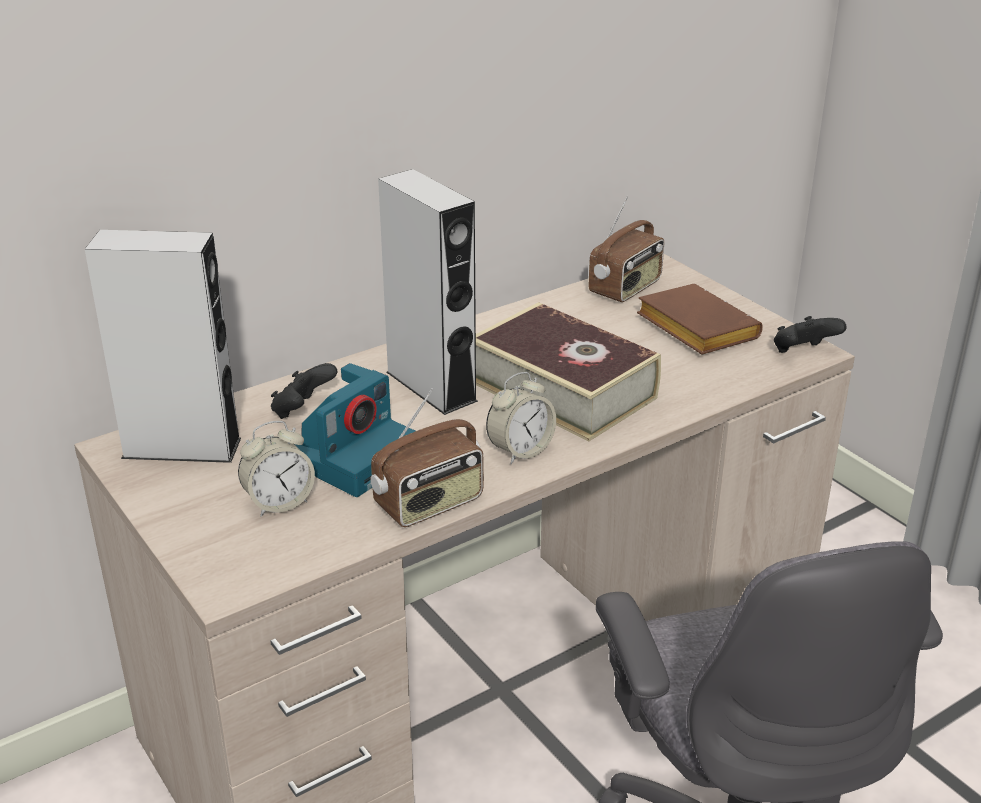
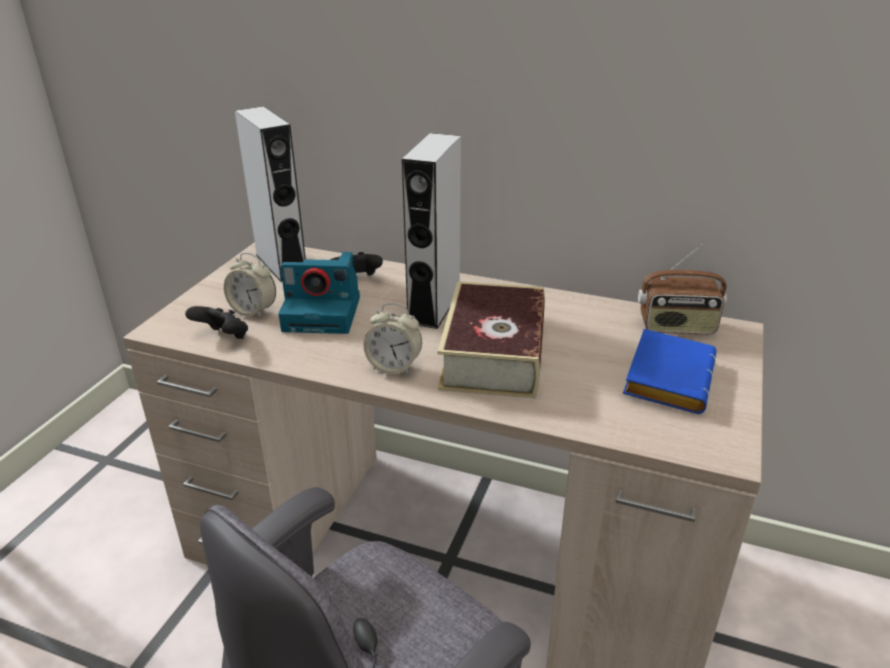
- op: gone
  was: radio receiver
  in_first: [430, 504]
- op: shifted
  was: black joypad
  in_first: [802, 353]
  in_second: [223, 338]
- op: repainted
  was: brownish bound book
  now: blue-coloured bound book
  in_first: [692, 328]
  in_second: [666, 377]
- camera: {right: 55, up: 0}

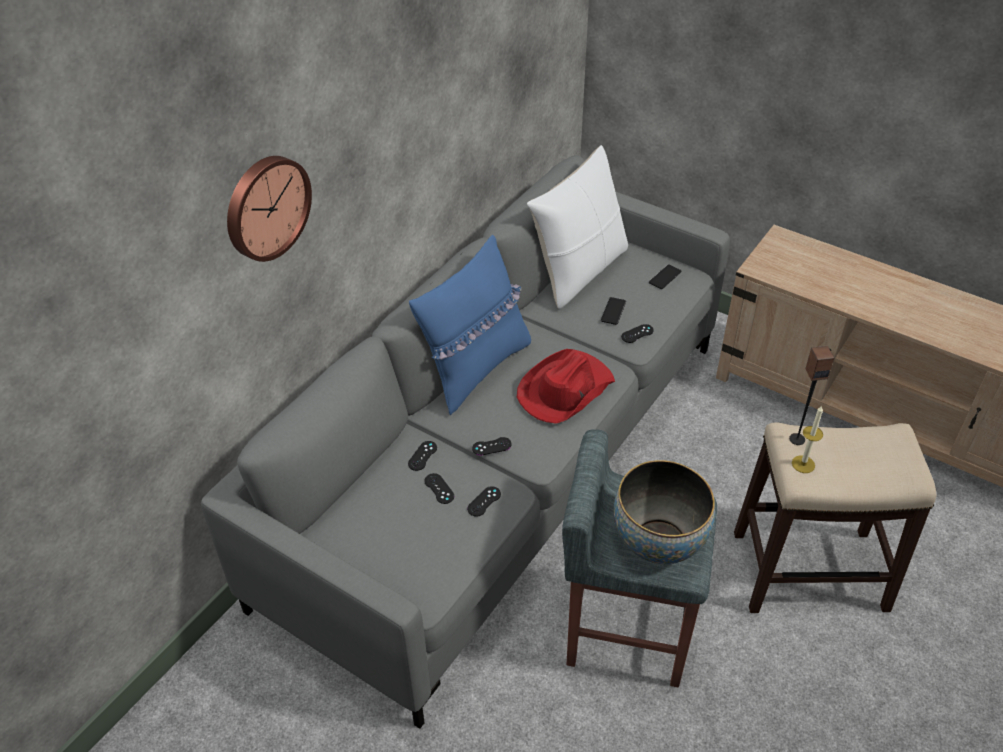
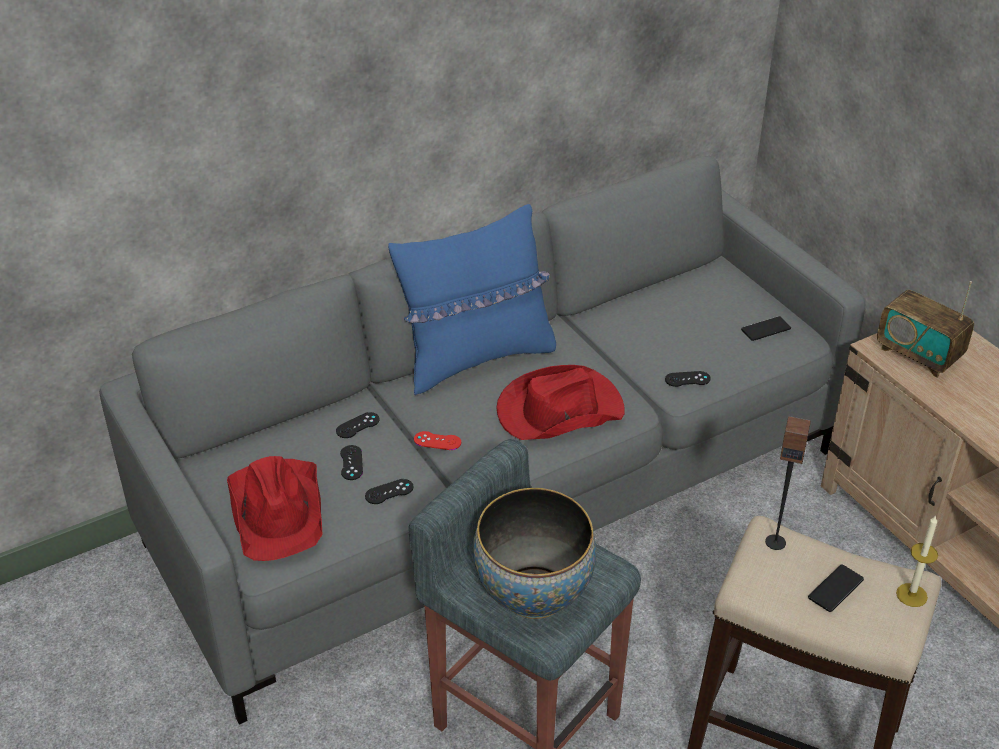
- op: gone
  was: wall clock
  in_first: [265, 207]
- op: gone
  was: white-coloured throw pillow
  in_first: [579, 271]
- op: new
  now: reddish wearable hat
  in_second: [278, 509]
- op: new
  now: radio receiver
  in_second: [918, 355]
- op: shifted
  was: telephone
  in_first: [613, 311]
  in_second: [835, 589]
- op: shifted
  was: wax light
  in_first: [803, 464]
  in_second: [911, 595]
- op: repainted
  was: black joypad
  now: reddish joypad
  in_first: [491, 446]
  in_second: [437, 441]
- camera: {right: 25, up: -5}

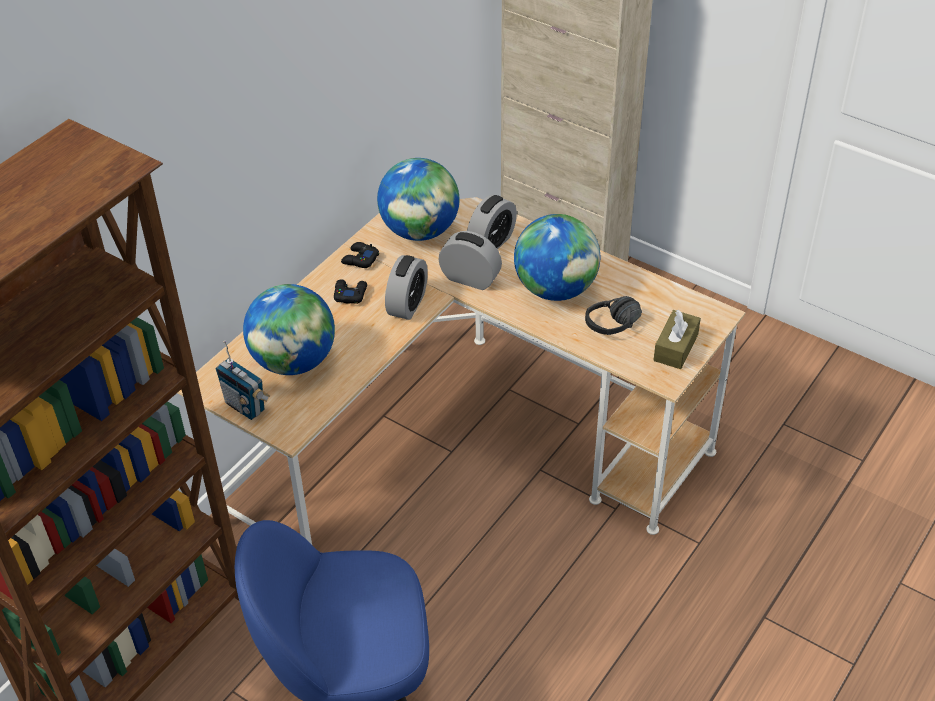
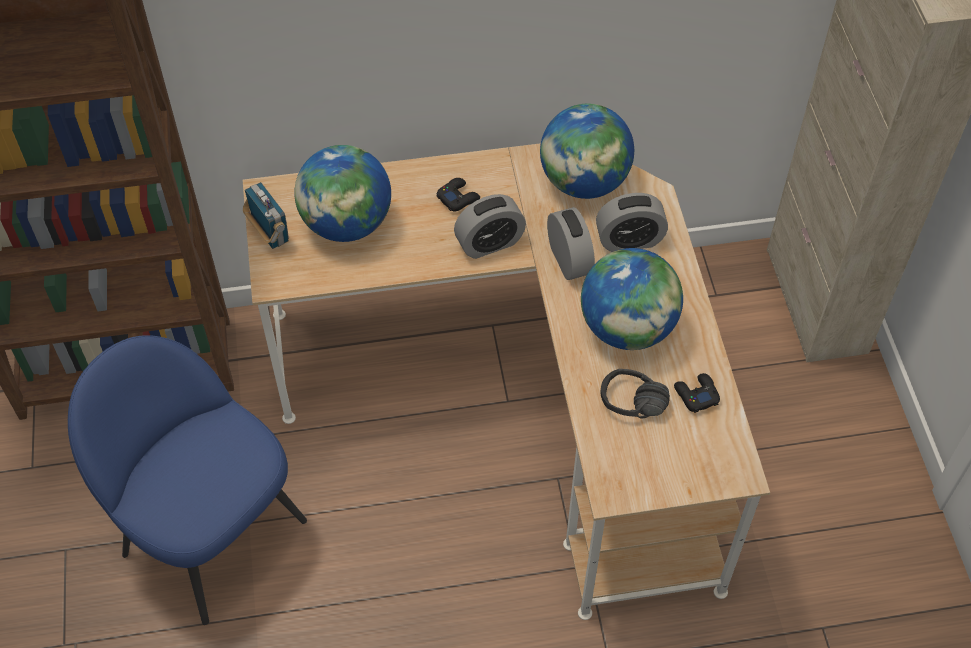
- op: gone
  was: brownish tissue holder
  in_first: [675, 347]
- op: shifted
  was: black joypad
  in_first: [360, 259]
  in_second: [696, 395]
- op: rotated
  was: radio receiver
  in_first: [245, 406]
  in_second: [270, 234]
  clockwise: 150
- camera: {right: 45, up: 10}

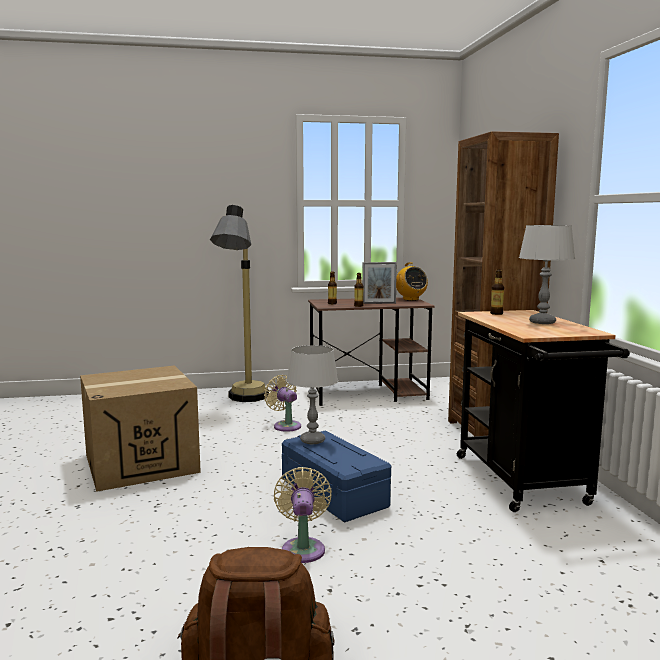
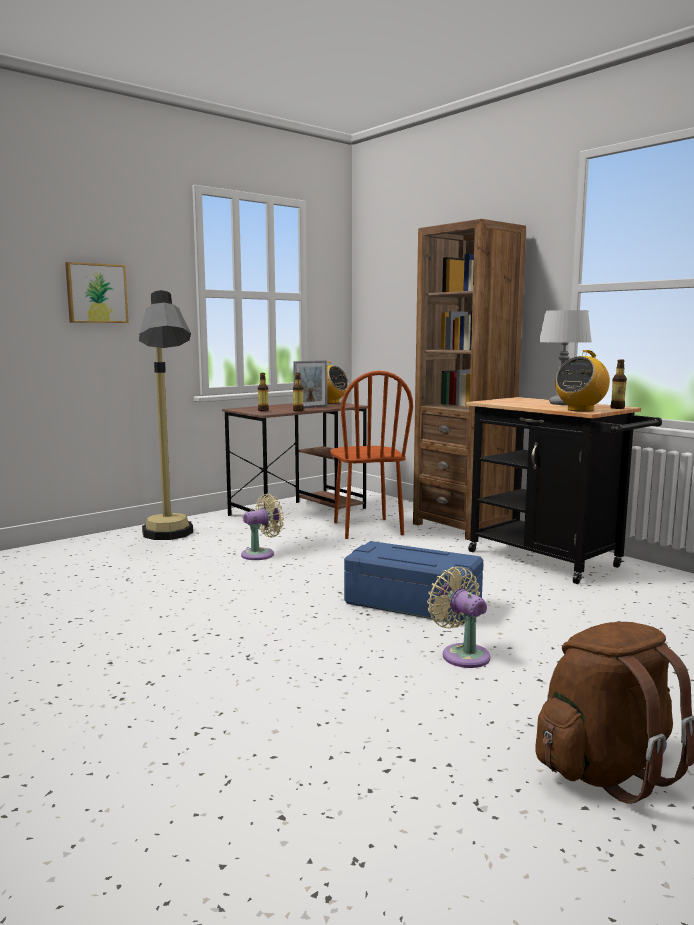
- op: gone
  was: packing box
  in_first: [141, 463]
- op: gone
  was: gray tabletop lamp
  in_first: [312, 440]
- op: new
  now: wall picture
  in_second: [96, 293]
- op: new
  now: brownish chair
  in_second: [367, 528]
- op: new
  now: radio receiver
  in_second: [580, 410]
- op: shifted
  was: drink bottle
  in_first: [496, 313]
  in_second: [617, 408]
- op: rotated
  was: sand-coloured fan
  in_first: [285, 425]
  in_second: [261, 554]
  clockwise: 120
- camera: {right: -30, up: 0}

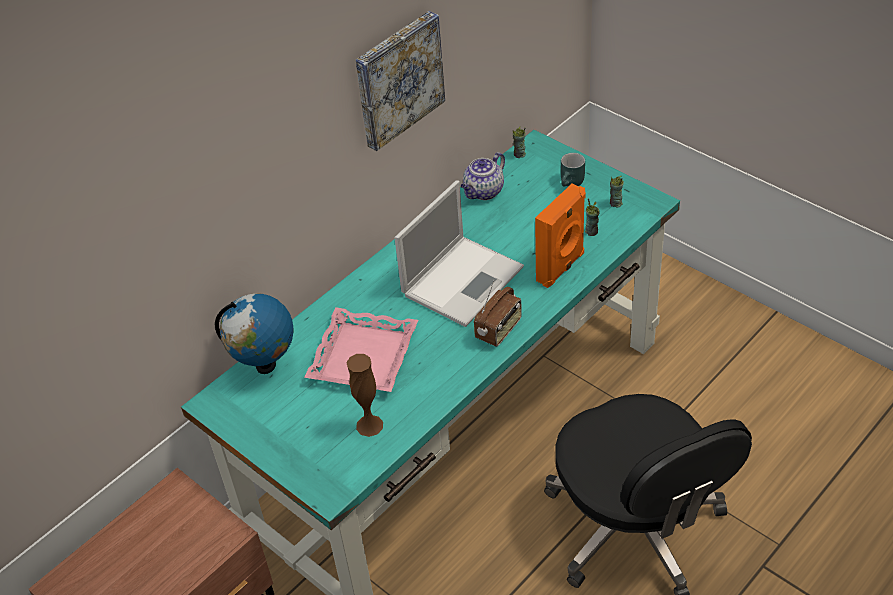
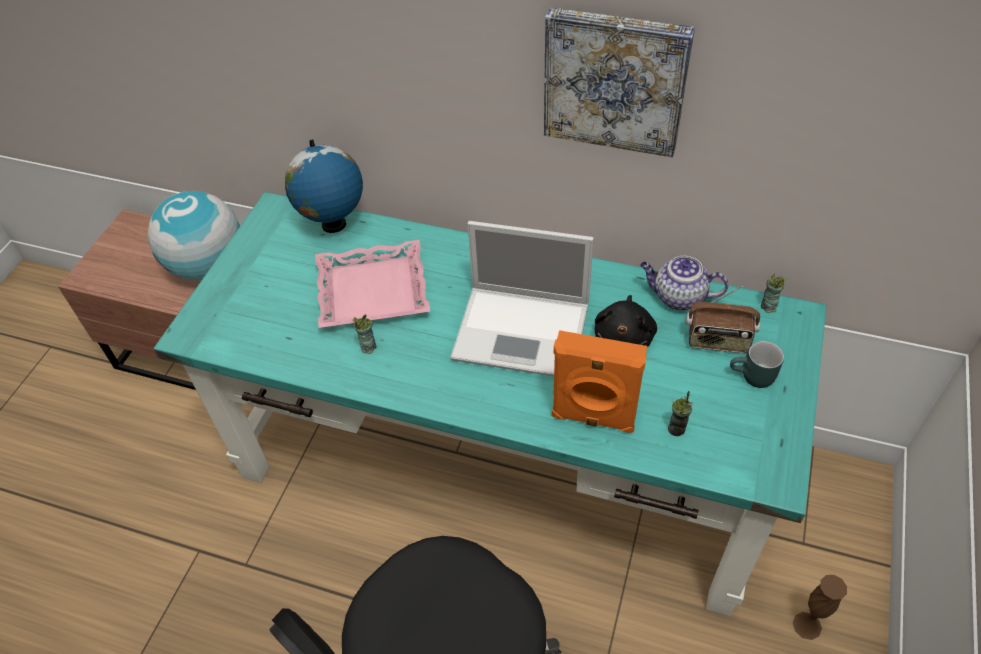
- op: new
  now: world globe
  in_second: [208, 266]
- op: new
  now: black plush toy
  in_second: [624, 337]
- op: shifted
  was: brownish vase
  in_first: [369, 425]
  in_second: [807, 625]
- op: shifted
  was: radio receiver
  in_first: [499, 330]
  in_second: [717, 341]
- op: shifted
  was: small cup
  in_first: [615, 203]
  in_second: [368, 347]
- camera: {right: 65, up: 5}

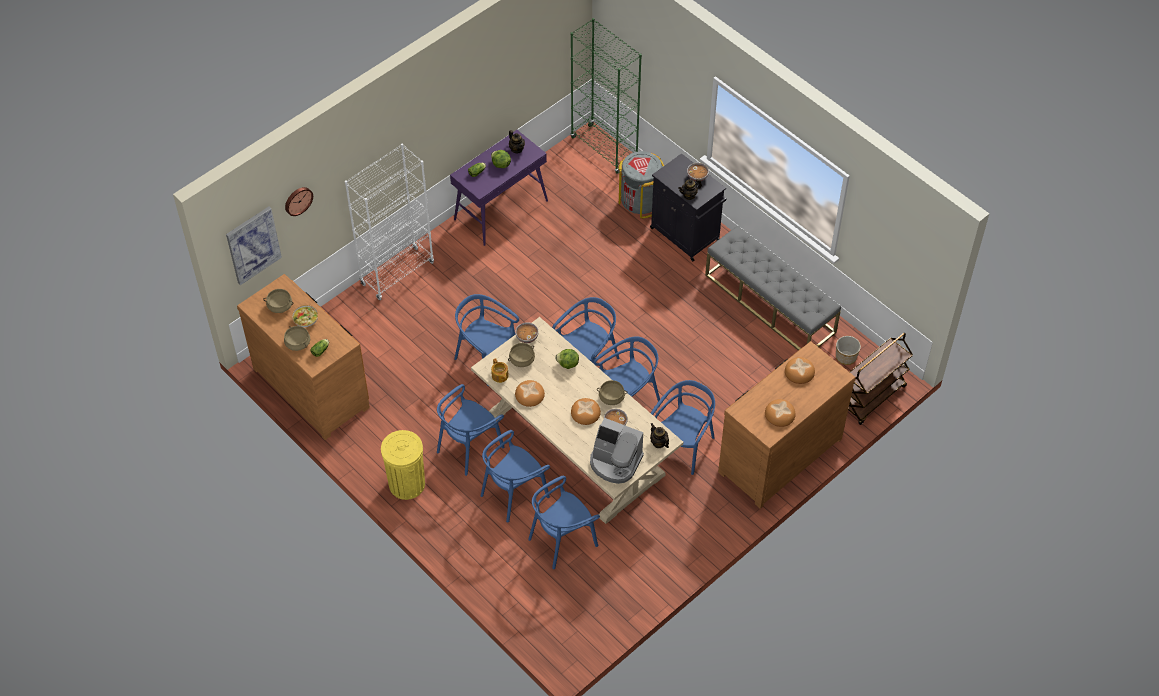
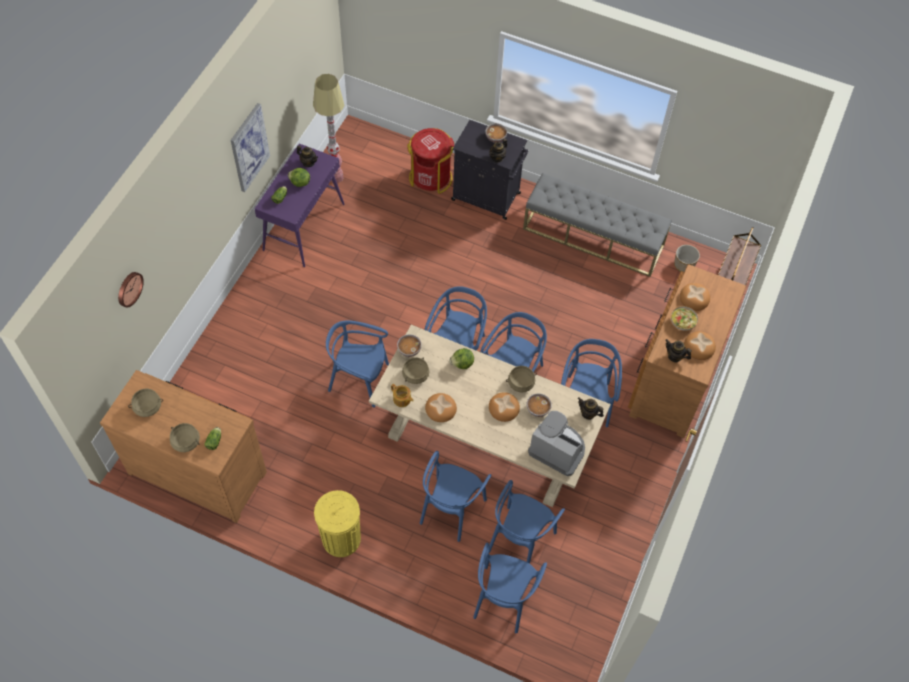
- op: gone
  was: white-coloured bookcase
  in_first: [397, 273]
- op: gone
  was: green-coloured bookcase
  in_first: [604, 149]
- op: new
  now: floor lamp
  in_second: [336, 177]
- op: new
  now: pot for tea
  in_second: [675, 356]
- op: shifted
  was: wall picture
  in_first: [253, 245]
  in_second: [249, 147]
- op: shifted
  was: bowl
  in_first: [306, 319]
  in_second: [682, 321]
- op: shifted
  was: blue-coloured chair
  in_first: [469, 447]
  in_second: [504, 599]
- op: repainted
  was: gray waste bin
  now: reddish waste bin
  in_first: [641, 201]
  in_second: [431, 177]
- op: rotated
  was: coffee maker
  in_first: [615, 462]
  in_second: [557, 449]
  clockwise: -150
- camera: {right: -25, up: 5}

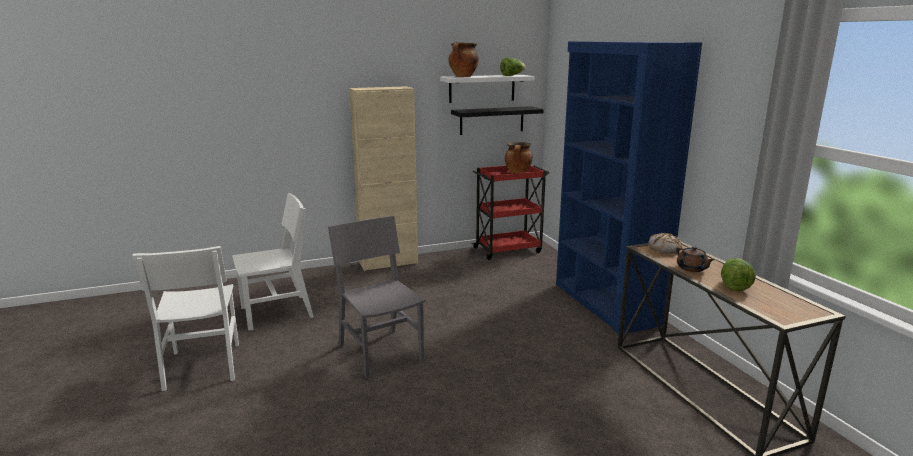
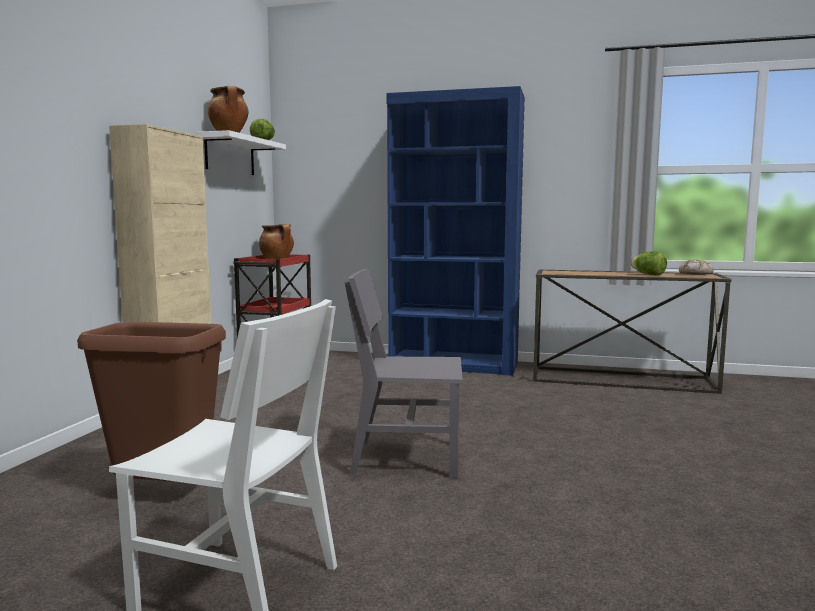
- op: gone
  was: black shelf
  in_first: [492, 120]
- op: gone
  was: brownish pot for tea
  in_first: [692, 269]
- op: shifted
  was: bread
  in_first: [665, 249]
  in_second: [696, 274]
- op: swapped
  was: white-coloured chair
  now: brownish waste bin
  in_first: [277, 312]
  in_second: [165, 494]
- camera: {right: -55, up: -10}

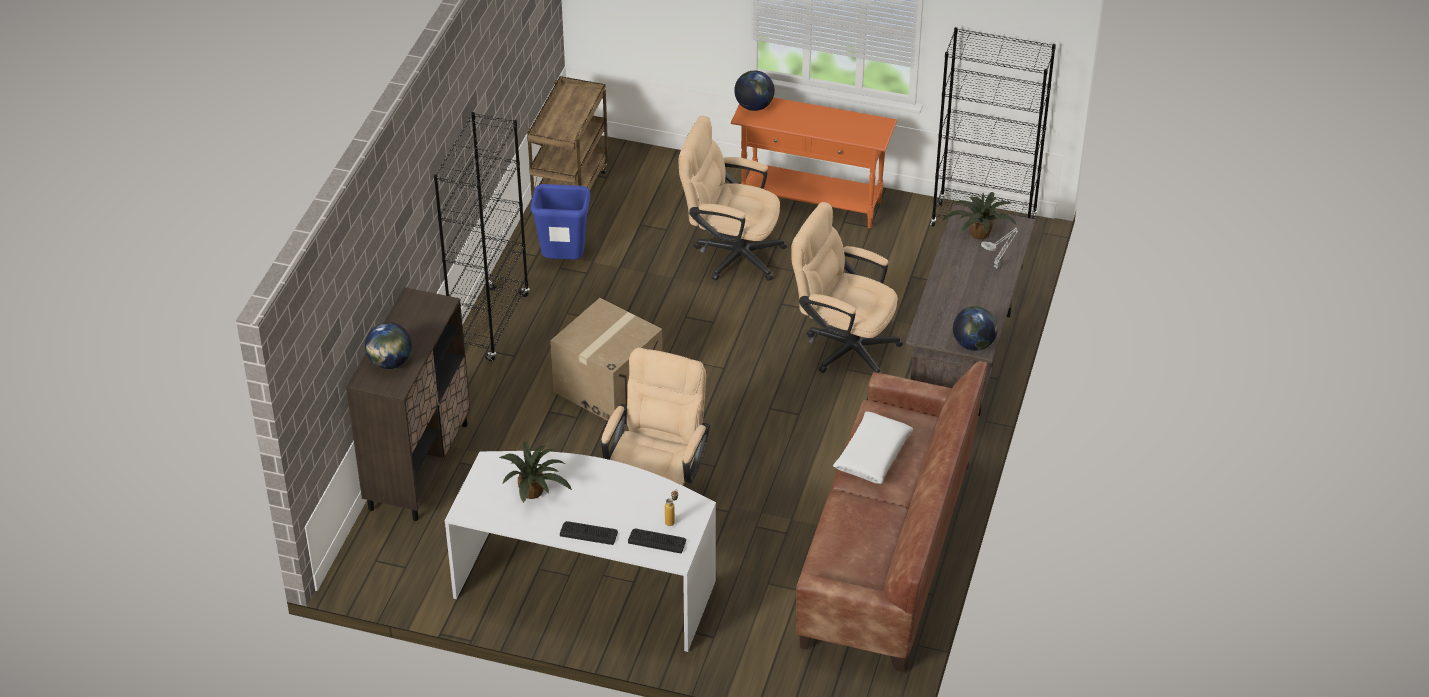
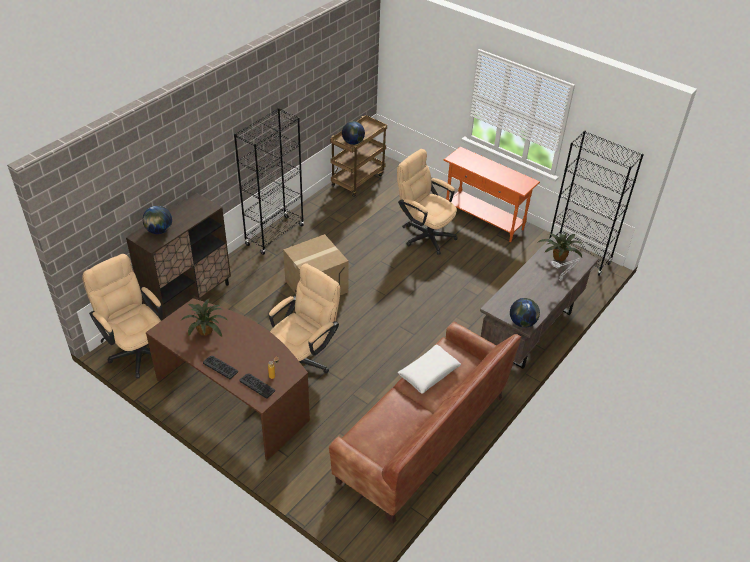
- op: gone
  was: blue-coloured waste bin
  in_first: [564, 261]
- op: shifted
  was: world globe
  in_first: [754, 106]
  in_second: [353, 142]
- op: shifted
  was: sand-coloured office chair
  in_first: [843, 346]
  in_second: [137, 349]
- op: repainted
  was: white-coloured desk unit
  now: brownish desk unit
  in_first: [587, 584]
  in_second: [235, 397]
- camera: {right: 20, up: 0}

